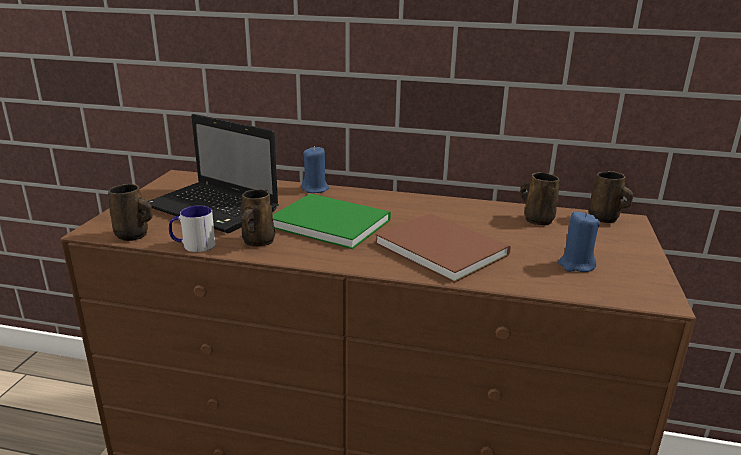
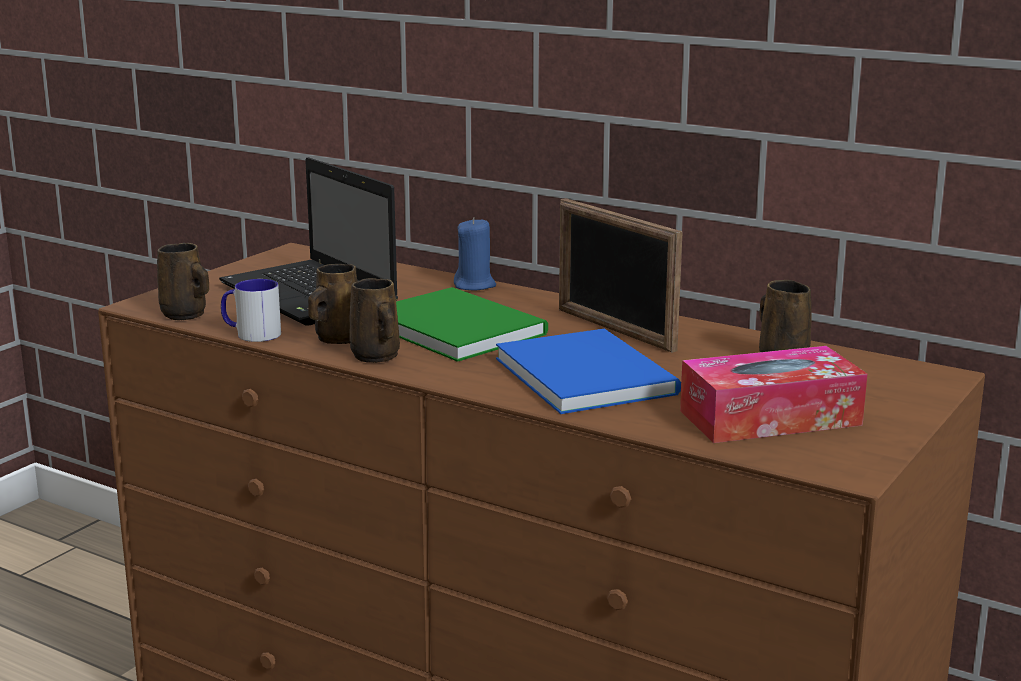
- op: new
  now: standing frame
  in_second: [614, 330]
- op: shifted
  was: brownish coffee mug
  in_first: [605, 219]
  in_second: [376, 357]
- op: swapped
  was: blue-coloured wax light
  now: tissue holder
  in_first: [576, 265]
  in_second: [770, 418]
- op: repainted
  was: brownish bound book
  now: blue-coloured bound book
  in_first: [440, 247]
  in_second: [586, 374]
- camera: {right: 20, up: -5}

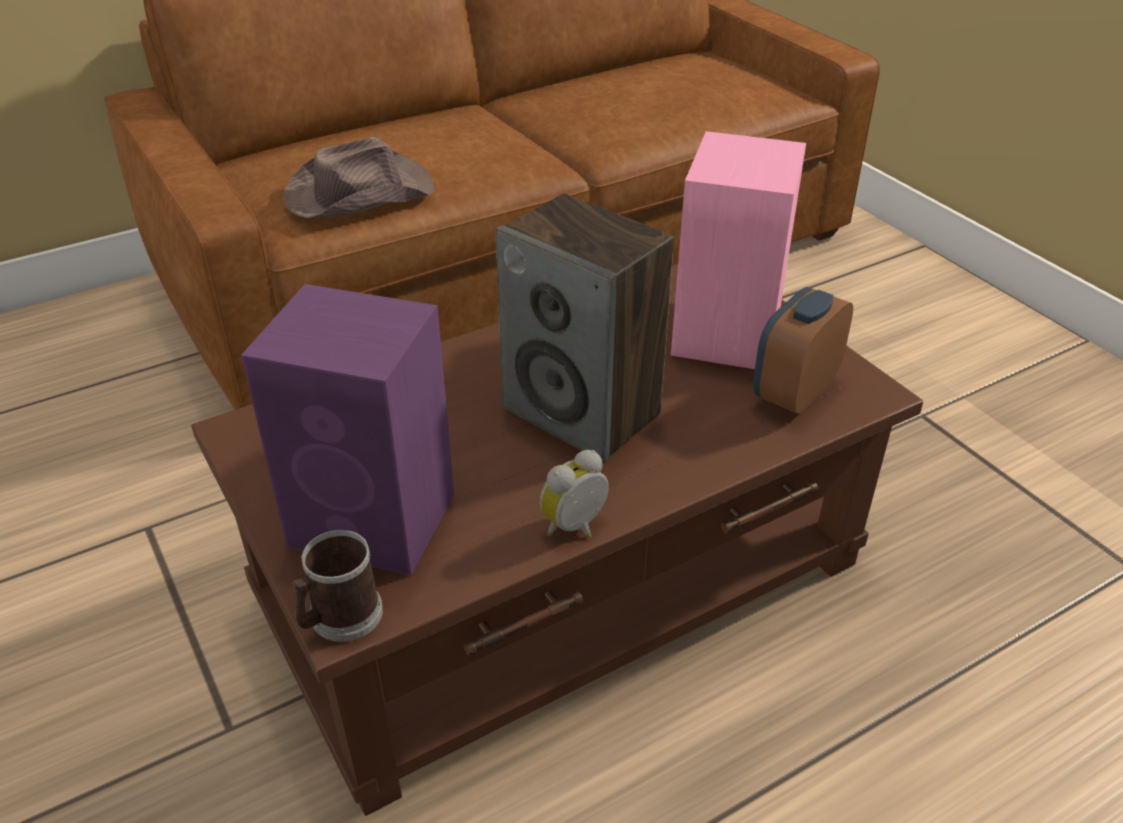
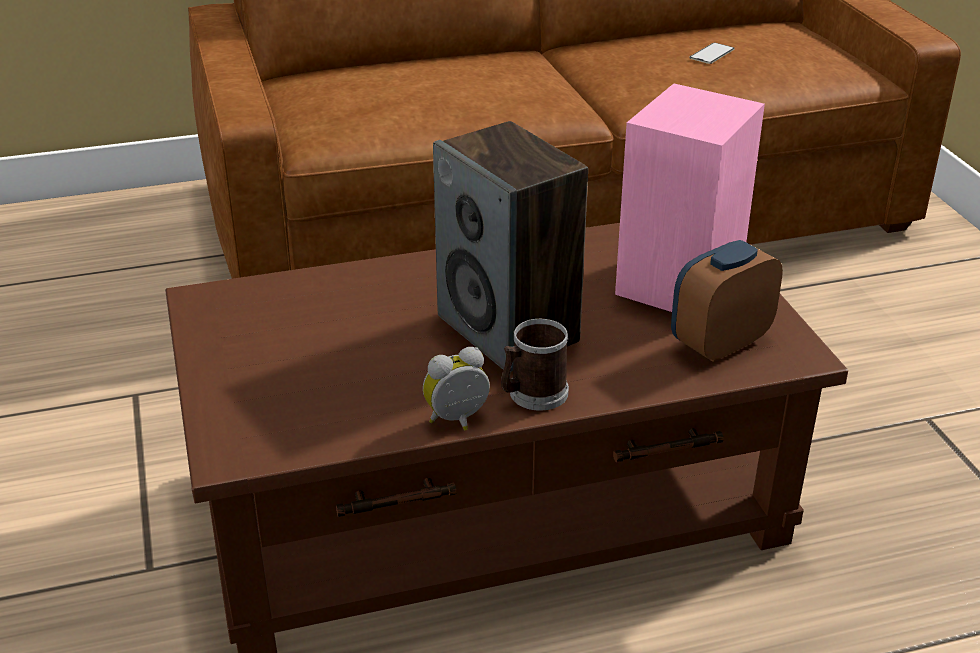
- op: gone
  was: purple-coloured speaker
  in_first: [377, 521]
- op: gone
  was: brownish wearable hat
  in_first: [357, 194]
- op: new
  now: telephone
  in_second: [712, 54]
- op: shifted
  was: coffee mug
  in_first: [340, 618]
  in_second: [533, 394]
- camera: {right: 15, up: -5}

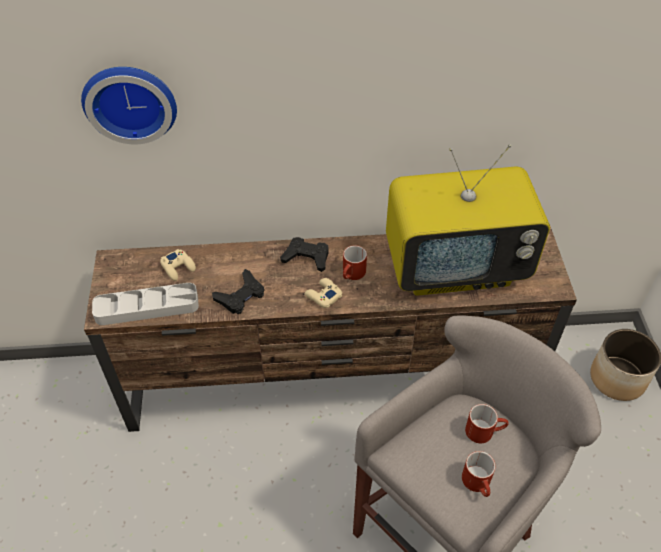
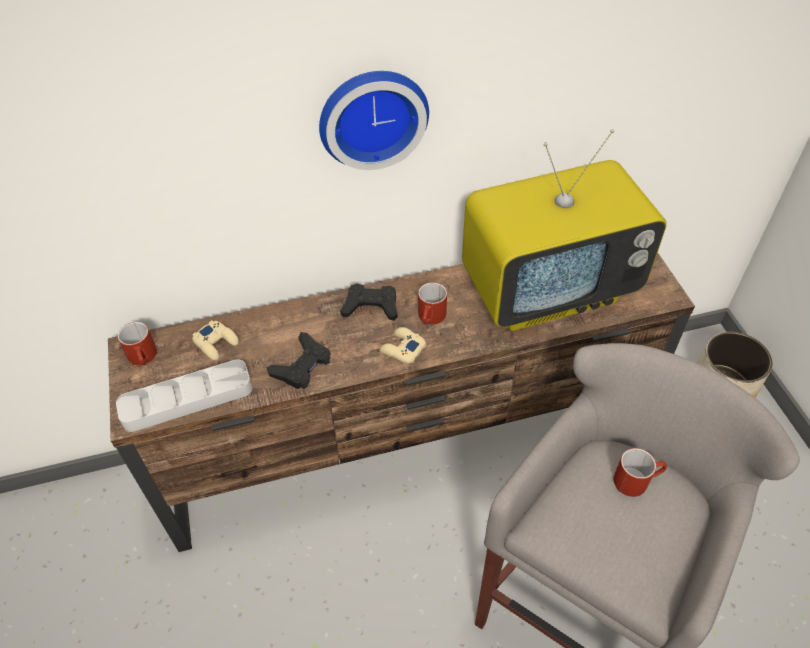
- op: shifted
  was: wall clock
  in_first: [130, 101]
  in_second: [372, 116]
- op: shifted
  was: reddish coffee mug
  in_first: [479, 484]
  in_second: [144, 358]
- camera: {right: -10, up: 0}

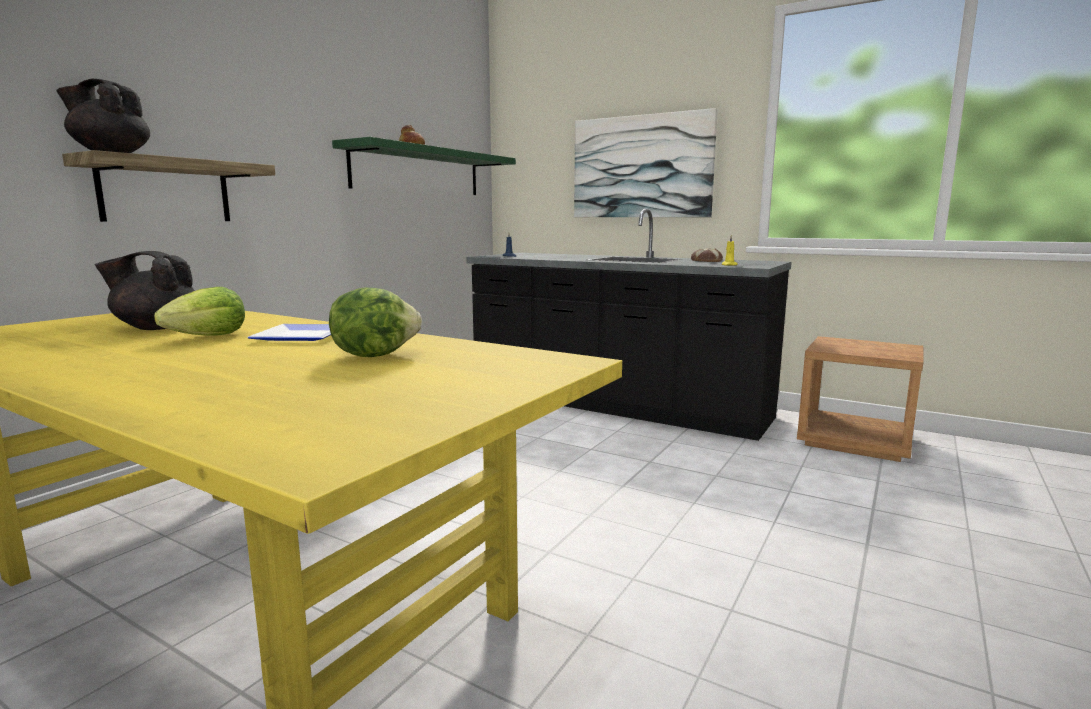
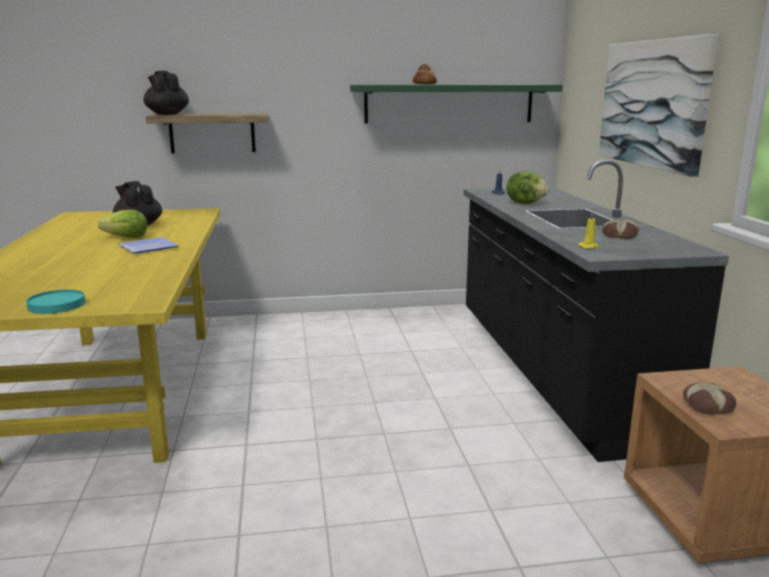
- op: new
  now: blue-green plate
  in_second: [57, 305]
- op: new
  now: bread
  in_second: [708, 405]
- op: shifted
  was: lettuce head
  in_first: [374, 355]
  in_second: [525, 203]
- camera: {right: 50, up: 5}

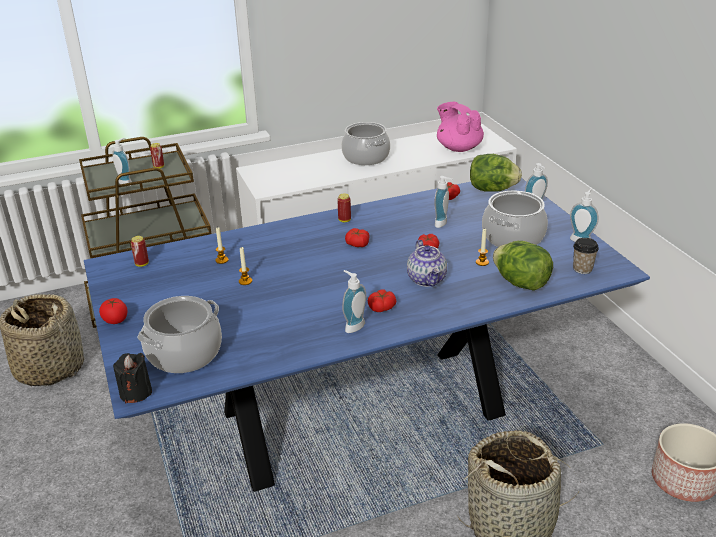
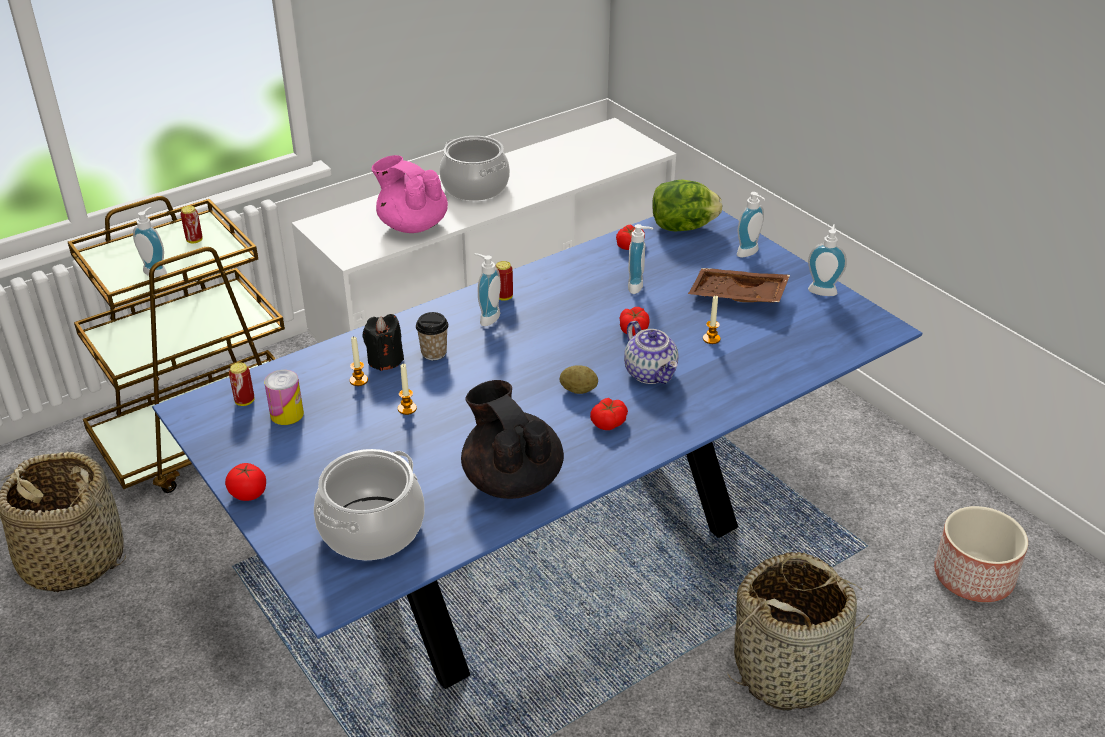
- op: gone
  was: whole tomato
  in_first: [357, 244]
- op: gone
  was: lettuce head
  in_first: [521, 283]
- op: new
  now: sealed can
  in_second: [287, 414]
- op: new
  now: black pot for tea
  in_second: [511, 479]
- op: new
  now: spud
  in_second: [578, 390]
- op: shifted
  was: black wax light
  in_first: [136, 393]
  in_second: [385, 360]
- op: shifted
  was: liquid soap bottle
  in_first: [353, 326]
  in_second: [487, 318]
- op: shifted
  was: pink pot for tea
  in_first: [458, 148]
  in_second: [412, 225]
- op: shifted
  was: small cup
  in_first: [582, 269]
  in_second: [434, 353]
- op: swapped
  was: saucepot
  now: brownish tray
  in_first: [513, 237]
  in_second: [737, 297]
- camera: {right: -15, up: 5}

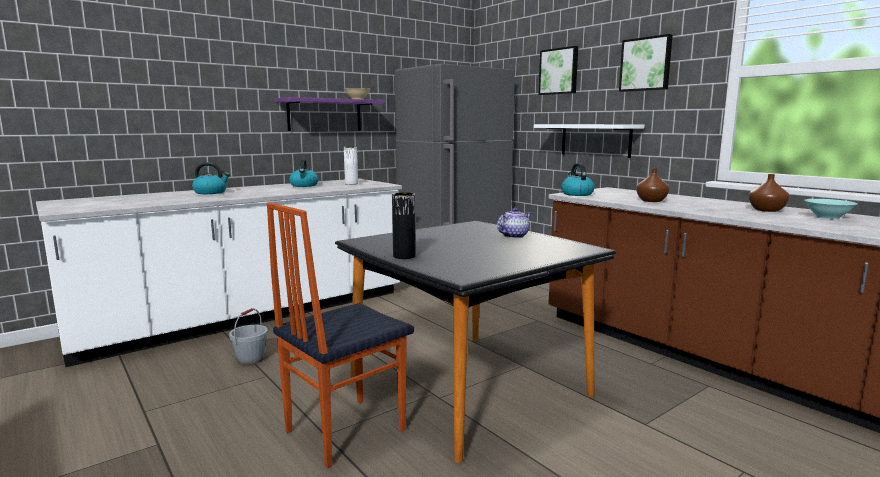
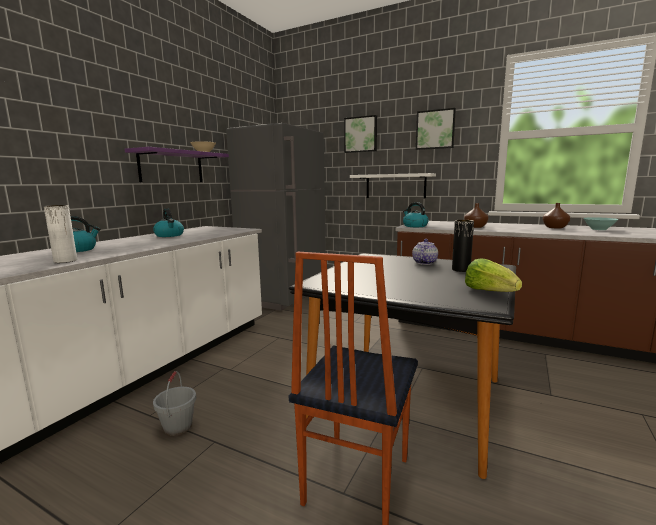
- op: new
  now: lettuce head
  in_second: [489, 292]
- op: shifted
  was: white-coloured vase
  in_first: [351, 184]
  in_second: [65, 261]
- op: shifted
  was: black vase
  in_first: [404, 256]
  in_second: [461, 270]
- camera: {right: -25, up: 0}

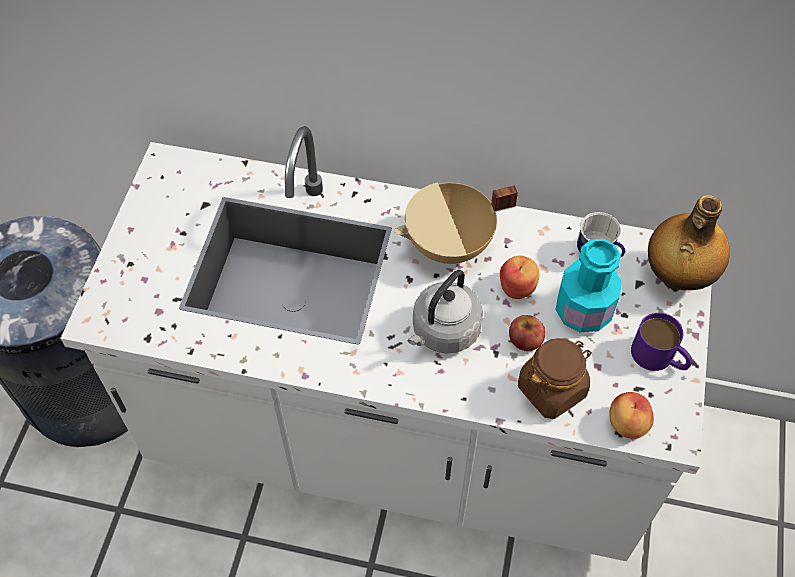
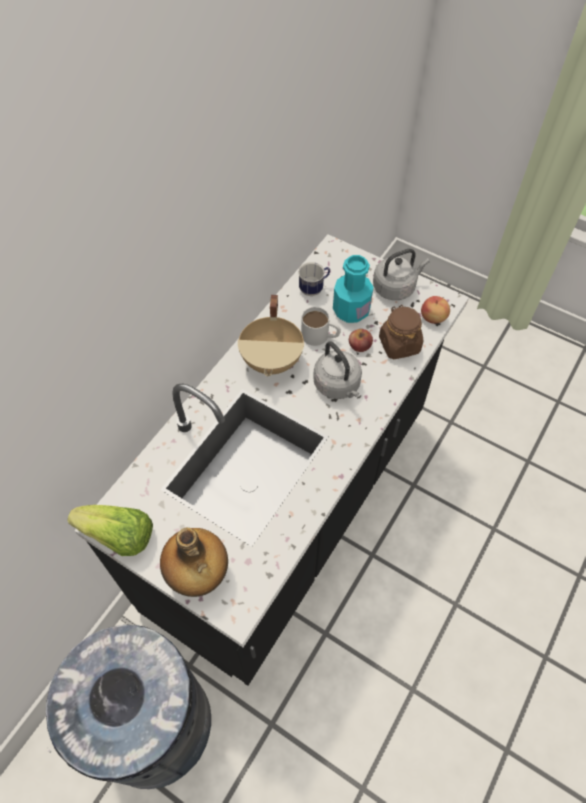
- op: new
  now: lettuce head
  in_second: [119, 536]
- op: shifted
  was: drink bottle
  in_first: [676, 276]
  in_second: [198, 574]
- op: swapped
  was: whole apple
  now: white-coloured coffee mug
  in_first: [518, 287]
  in_second: [320, 336]
- op: swapped
  was: purple-coloured coffee mug
  now: gray kettle
  in_first: [659, 357]
  in_second: [395, 287]
- op: repainted
  was: white-coloured kitchen base unit
  now: black kitchen base unit
  in_first: [397, 442]
  in_second: [293, 509]
- camera: {right: -70, up: 0}

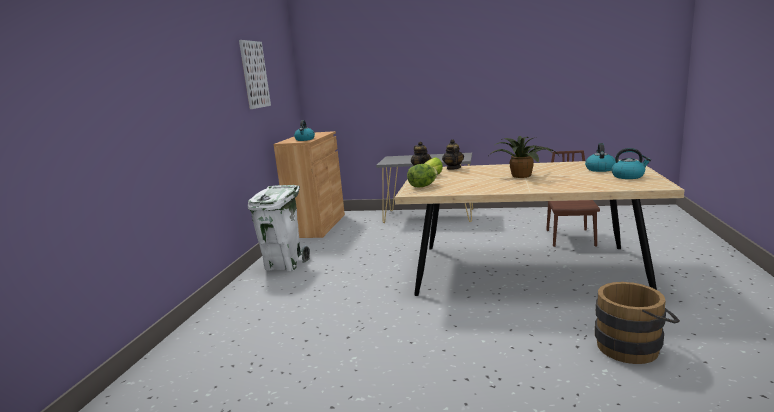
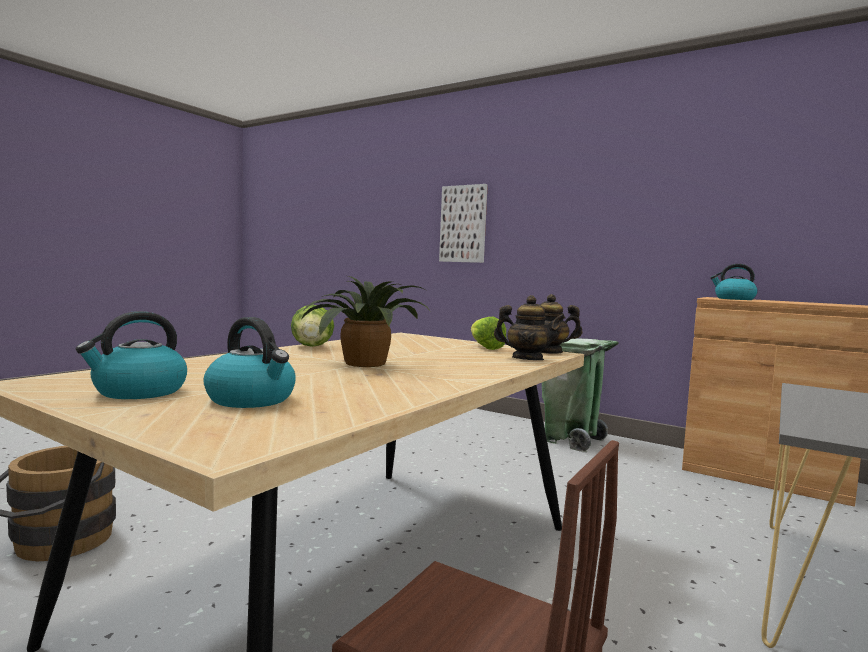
- op: shifted
  was: wall picture
  in_first: [254, 74]
  in_second: [463, 224]
- op: shifted
  was: lettuce head
  in_first: [423, 186]
  in_second: [312, 346]
- op: repainted
  was: white-coloured waste bin
  now: green-coloured waste bin
  in_first: [284, 264]
  in_second: [570, 440]
- camera: {right: 110, up: -10}

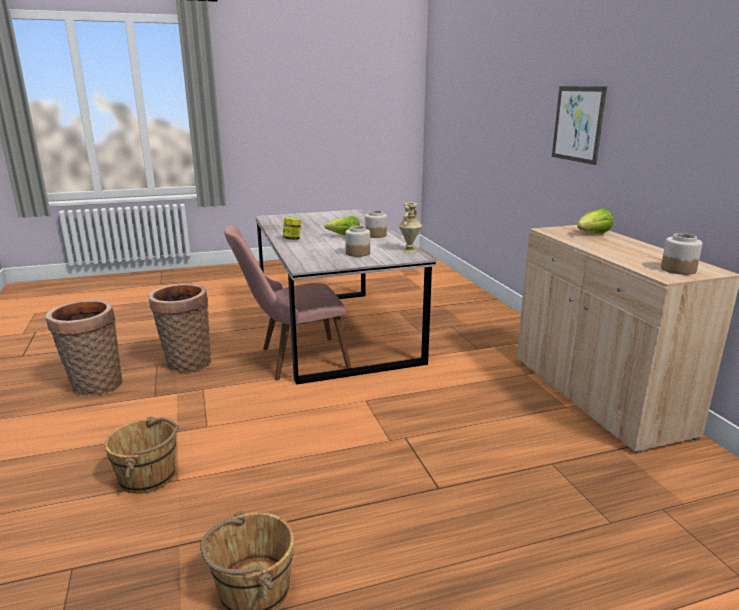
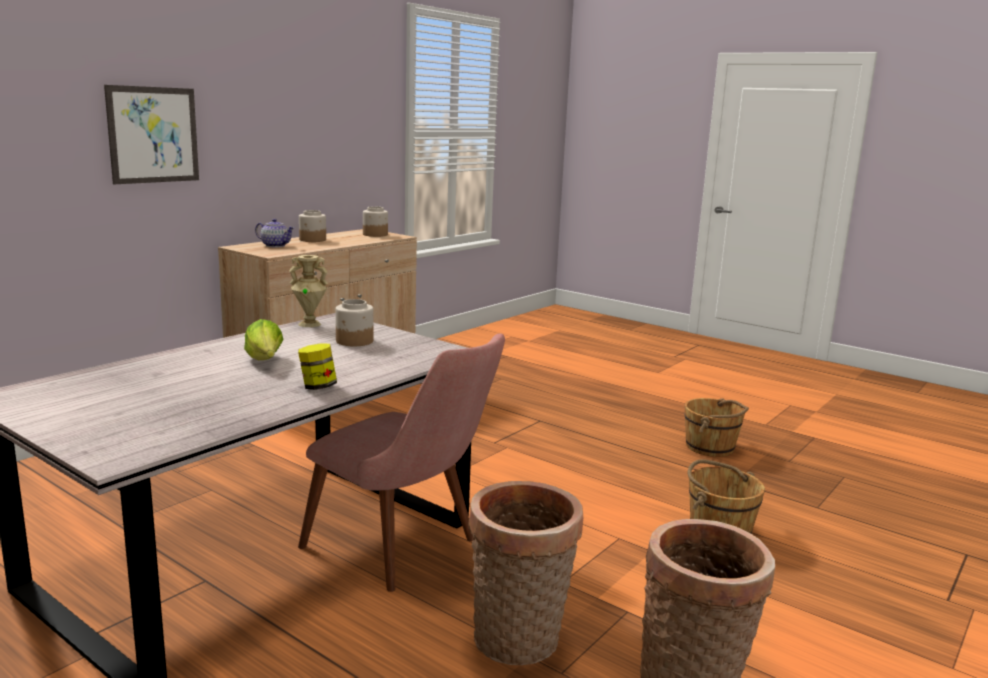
- op: shifted
  was: preserve jar
  in_first: [375, 235]
  in_second: [312, 240]
- op: swapped
  was: lettuce head
  now: pot for tea
  in_first: [592, 234]
  in_second: [275, 245]
- camera: {right: -125, up: -5}

